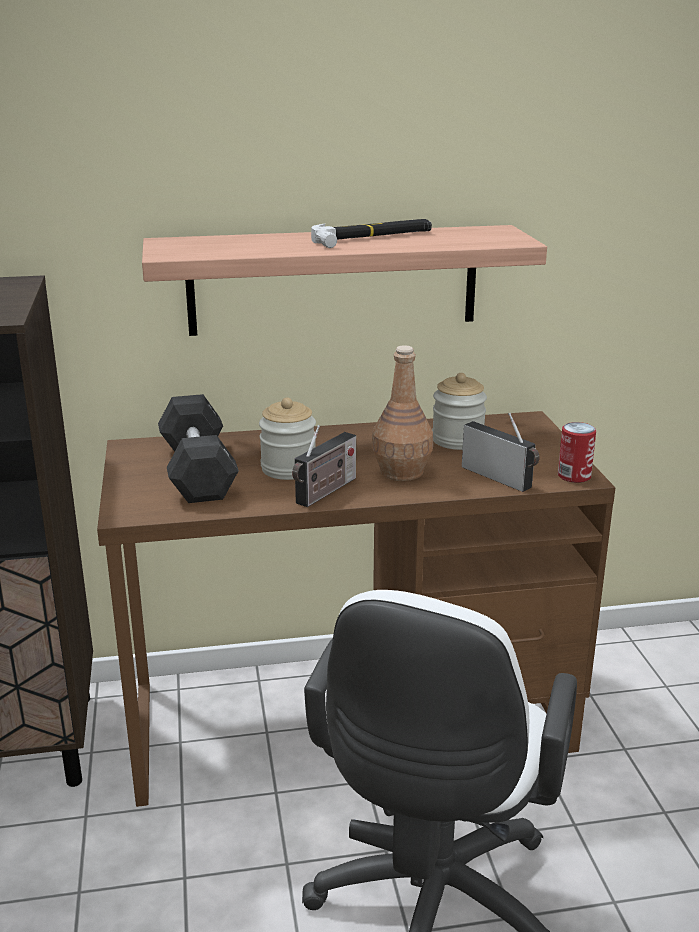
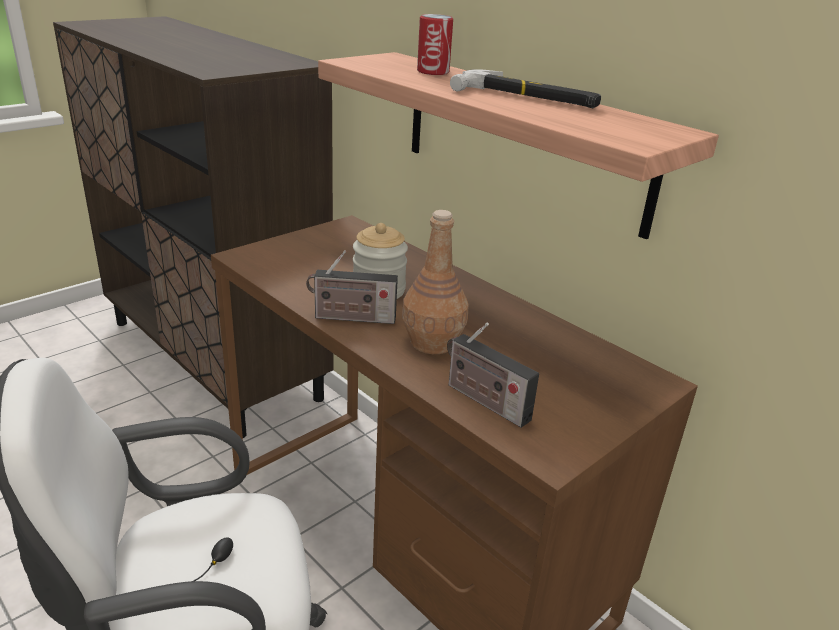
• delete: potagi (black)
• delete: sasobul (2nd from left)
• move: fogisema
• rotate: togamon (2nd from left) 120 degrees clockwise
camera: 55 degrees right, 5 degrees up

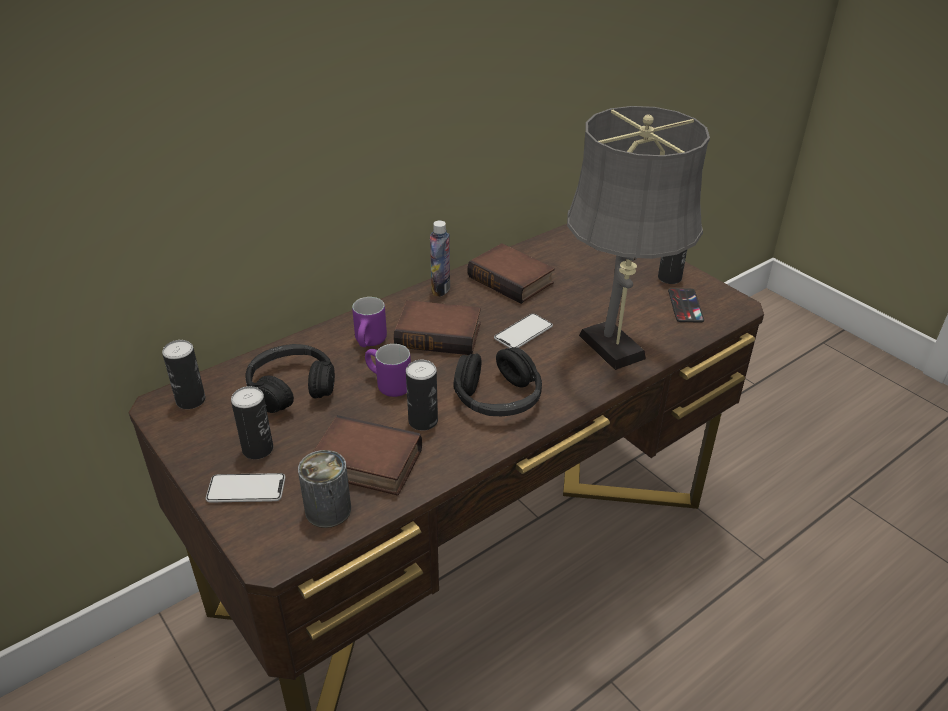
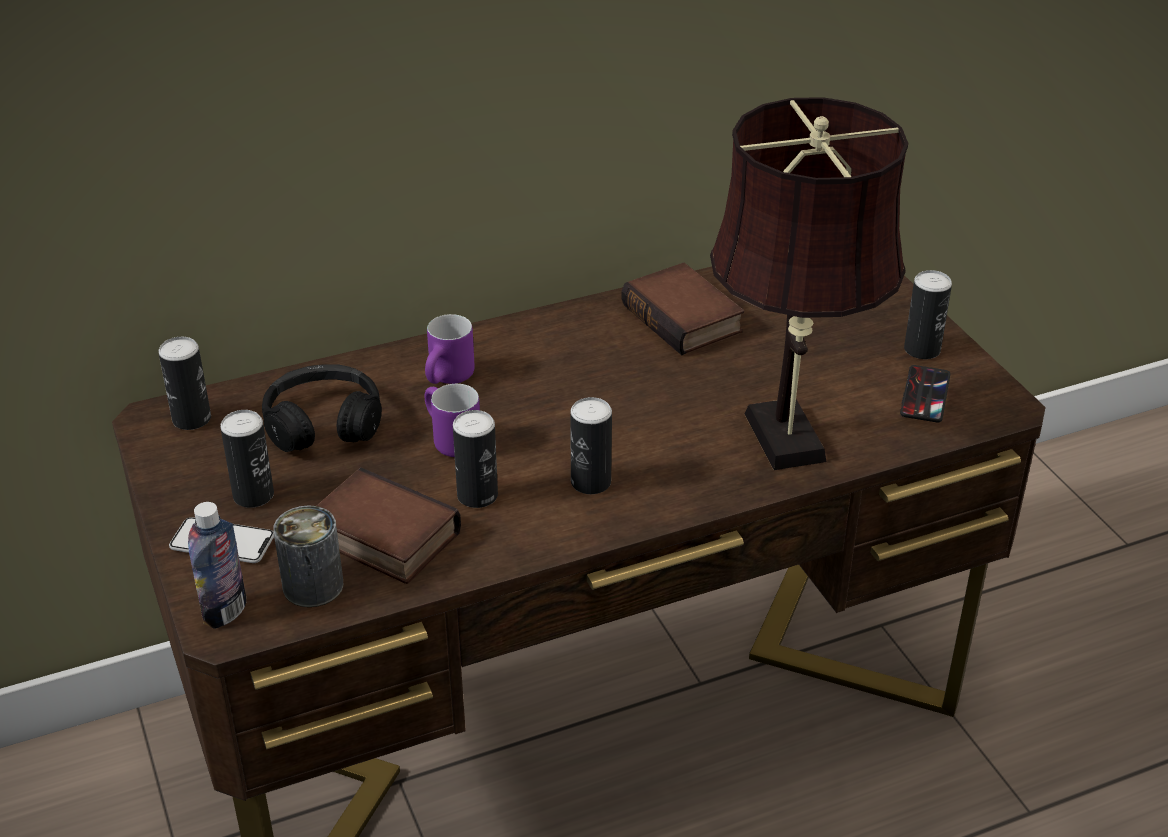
• delete: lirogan (2nd from left)
• delete: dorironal (2nd from left)
• move: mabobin
• replace: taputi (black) (2nd from left) to fogisema (5th from left)
• recolor: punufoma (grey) to punufoma (brown)
camera: 15 degrees right, 0 degrees up

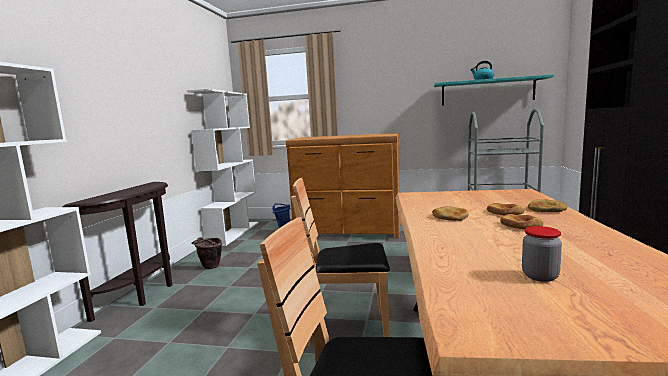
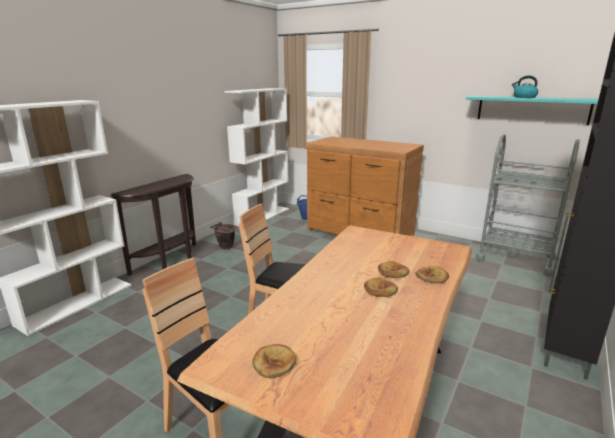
• delete: sasobul
• move: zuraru (1st from left)
camera: 20 degrees right, 10 degrees up

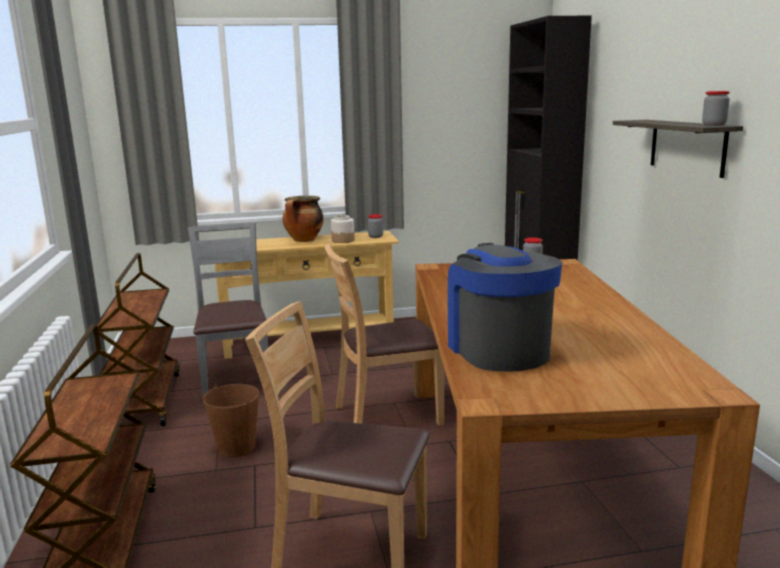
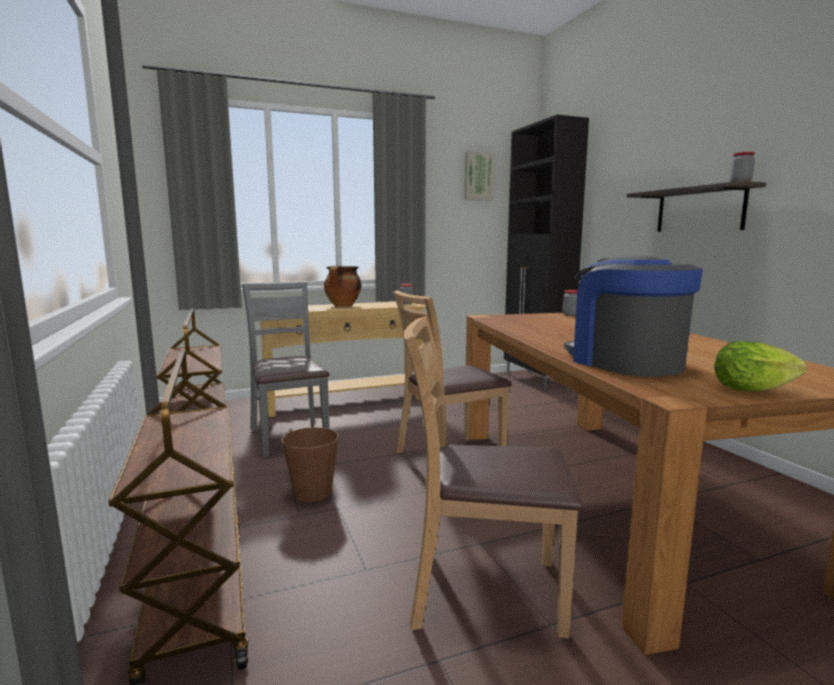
• delete: sasobul (1st from left)
• insert: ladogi
• insert: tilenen
camera: 10 degrees left, 5 degrees down

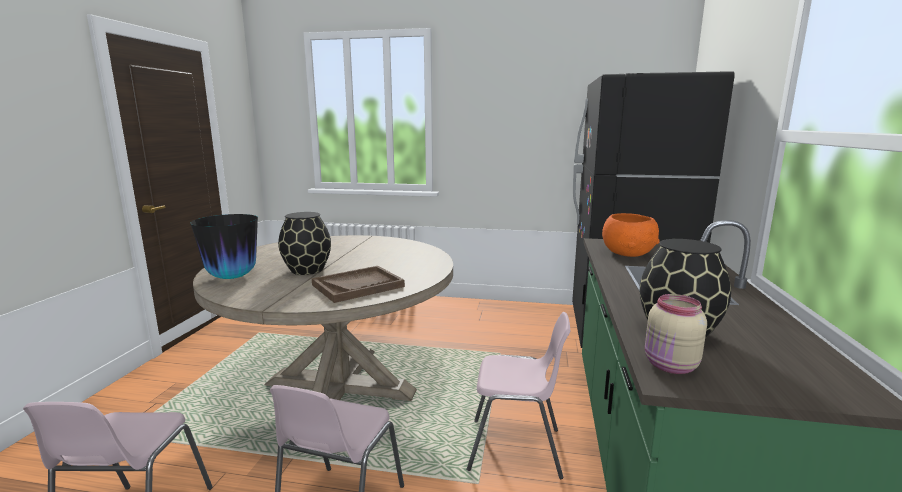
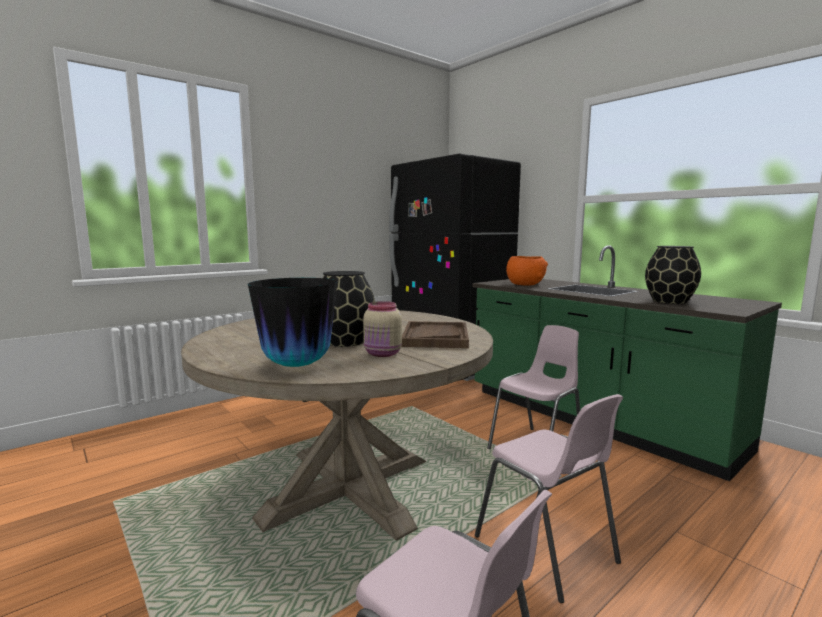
• move: sasobul (beige)
camera: 50 degrees left, 5 degrees down

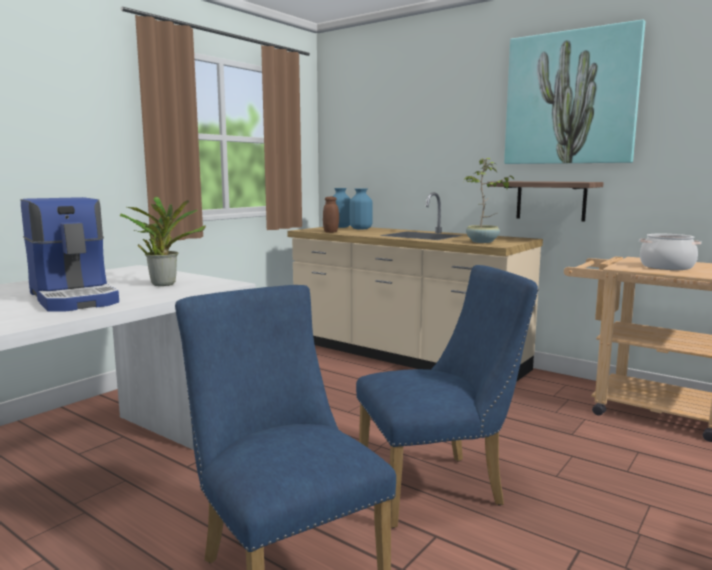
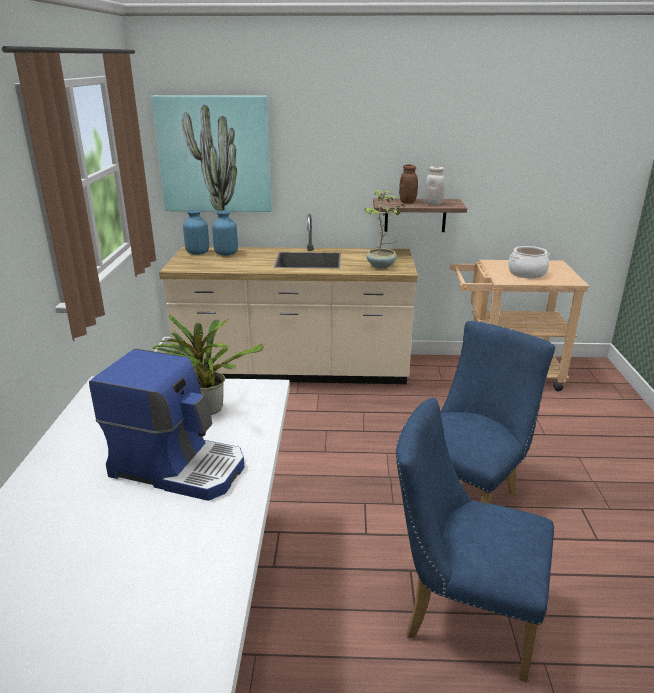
• insert: sasobul (white)
• move: sasobul (brown)
• move: ladogi
camera: 35 degrees left, 15 degrees up

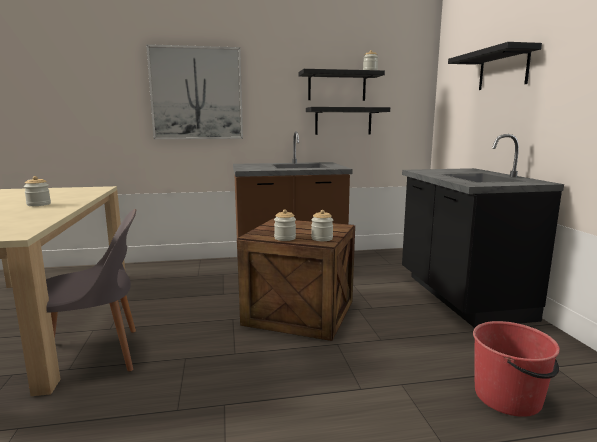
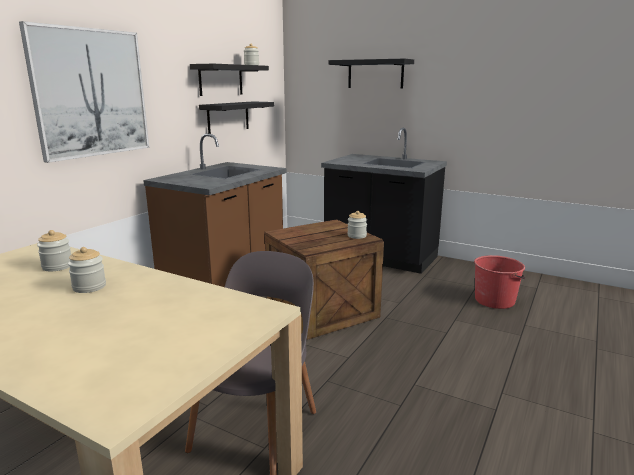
• move: sasobul (2nd from left in the first image) to sasobul (1st from left)
camera: 50 degrees left, 5 degrees up

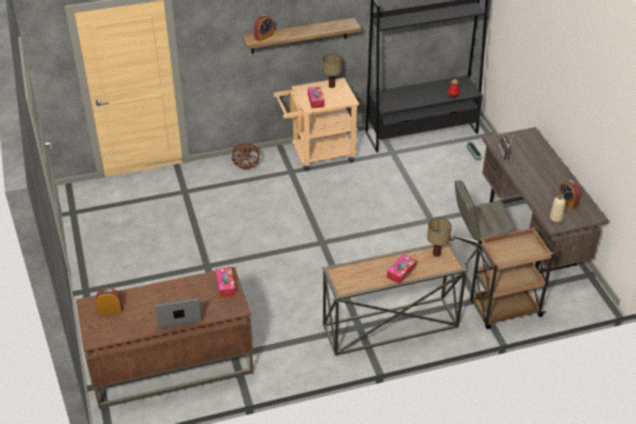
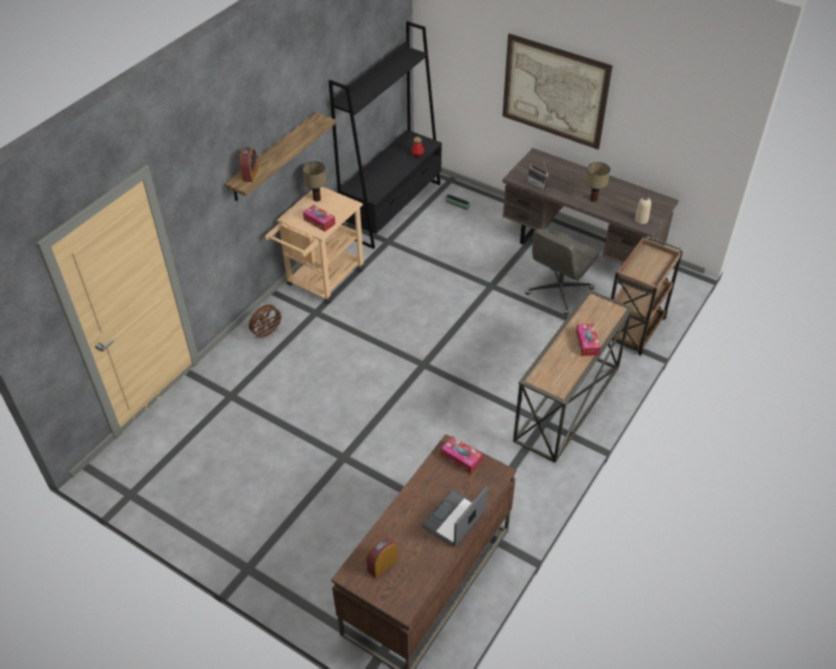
• delete: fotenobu (3rd from left)
• insert: ladogi
• move: punufoma (2nd from left)
camera: 40 degrees left, 5 degrees up

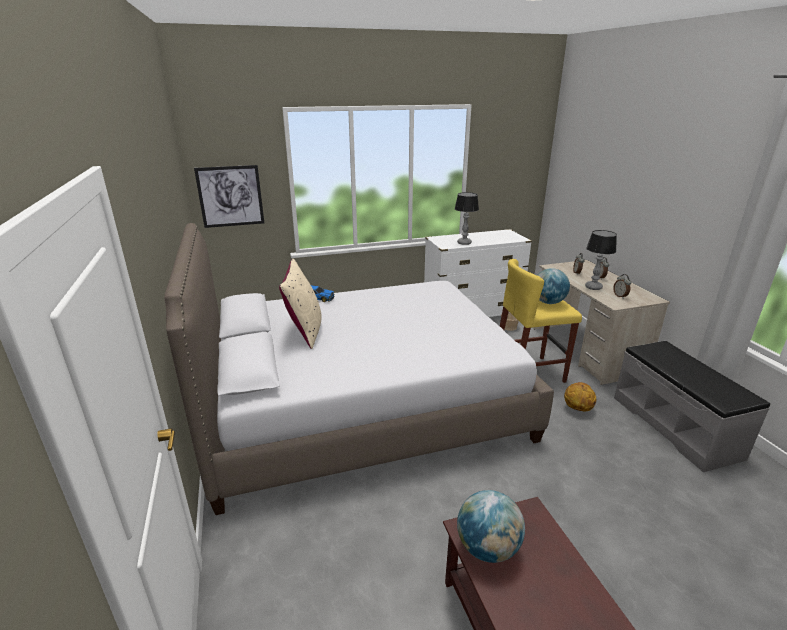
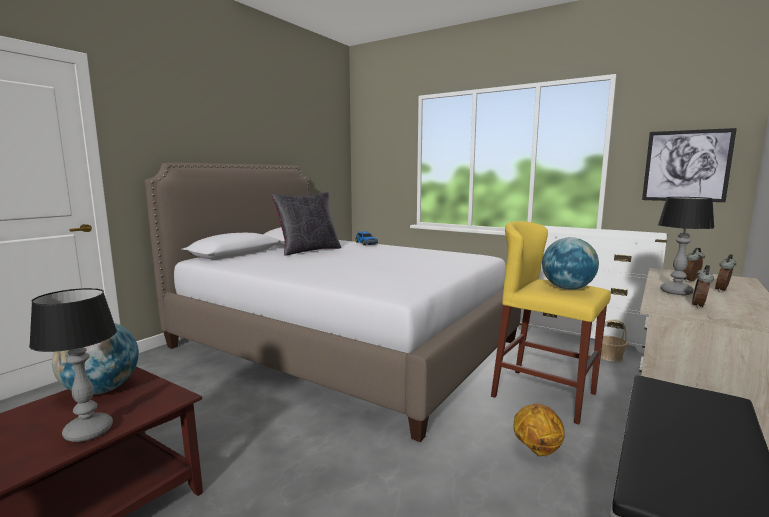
• move: ladogi
• move: punufoma (1st from left)
• recolor: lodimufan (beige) to lodimufan (black)
camera: 50 degrees right, 15 degrees down

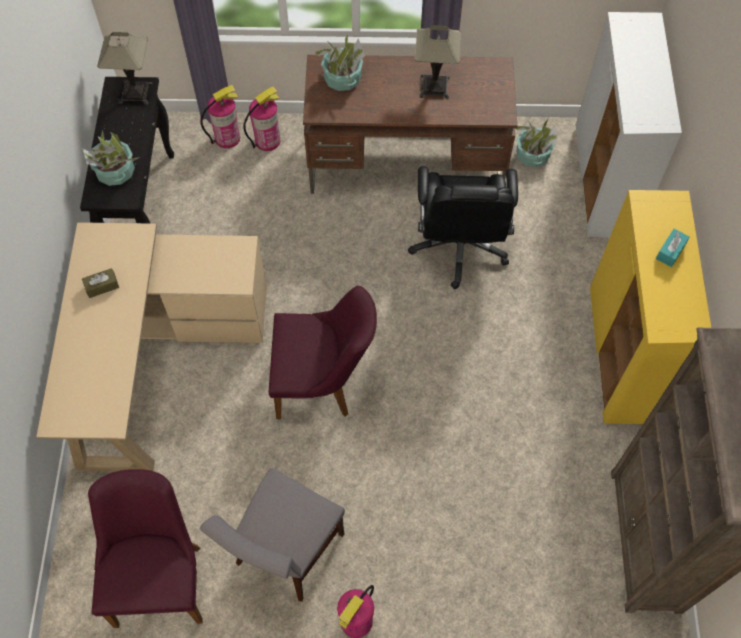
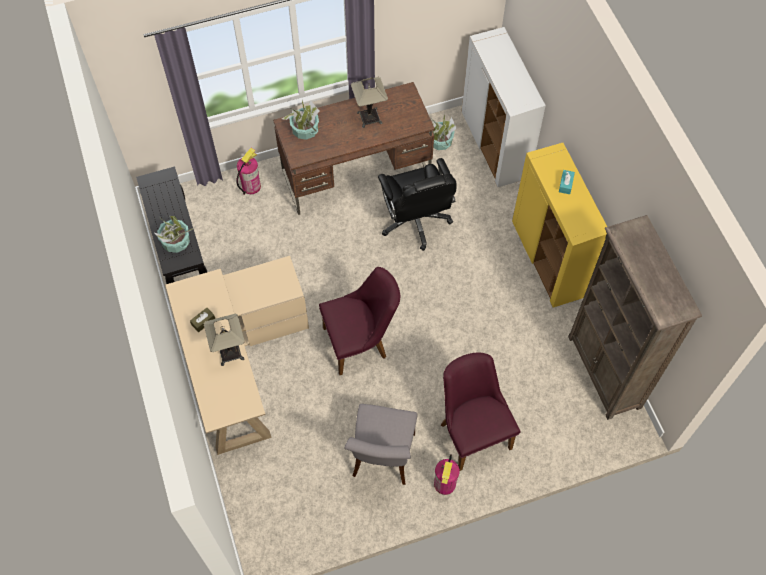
• delete: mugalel (1st from left)
• move: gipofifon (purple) (1st from left in the first image) to gipofifon (purple) (2nd from left)
• move: punufoma (1st from left)
camera: 20 degrees left, 0 degrees up

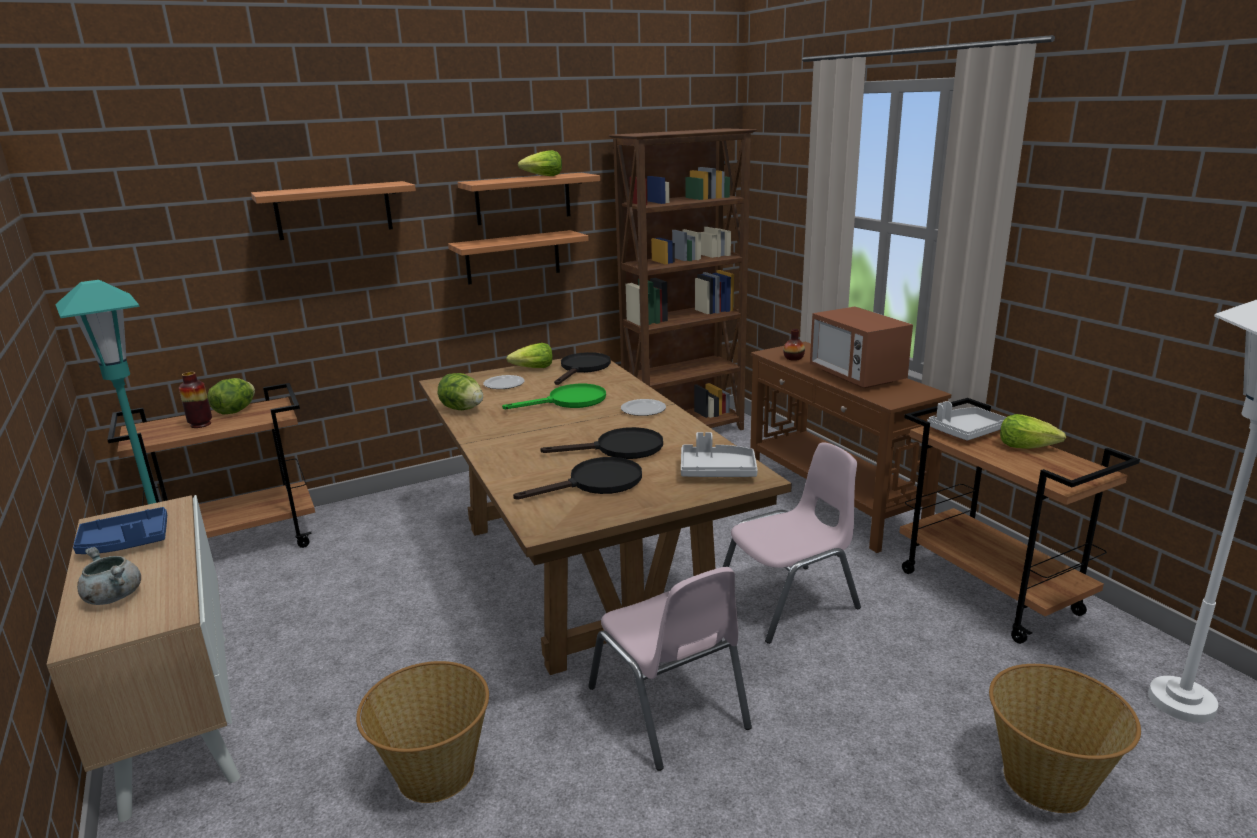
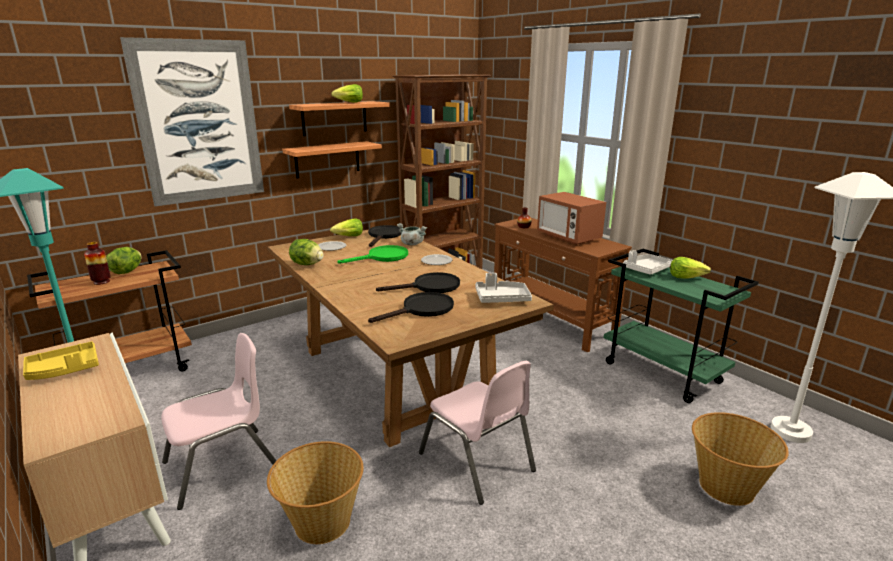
• move: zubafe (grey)
• move: gipofifon (pink) (2nd from left in the first image) to gipofifon (pink) (1st from left)
• replace: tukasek (1st from left) to ladogi
• recolor: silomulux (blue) to silomulux (yellow)
• recolor: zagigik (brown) (2nd from left) to zagigik (green)
camera: 10 degrees left, 0 degrees up

